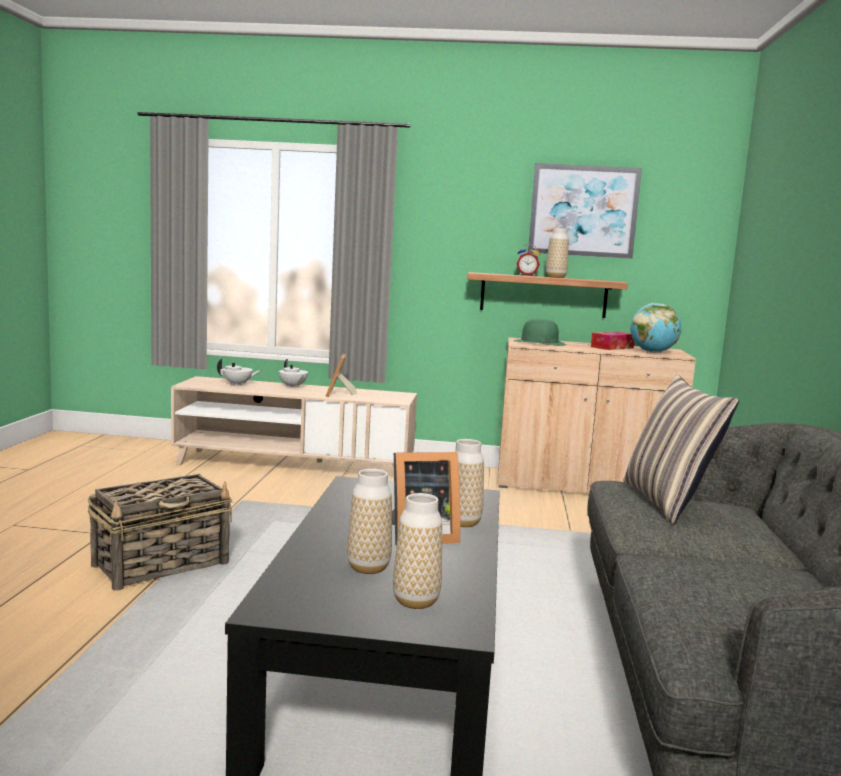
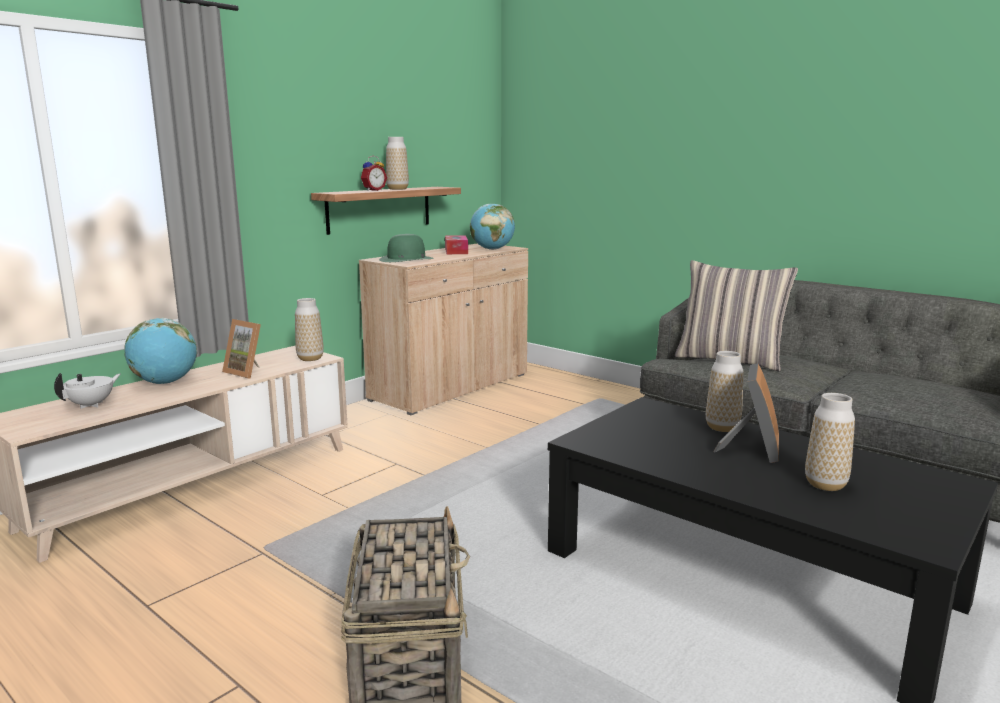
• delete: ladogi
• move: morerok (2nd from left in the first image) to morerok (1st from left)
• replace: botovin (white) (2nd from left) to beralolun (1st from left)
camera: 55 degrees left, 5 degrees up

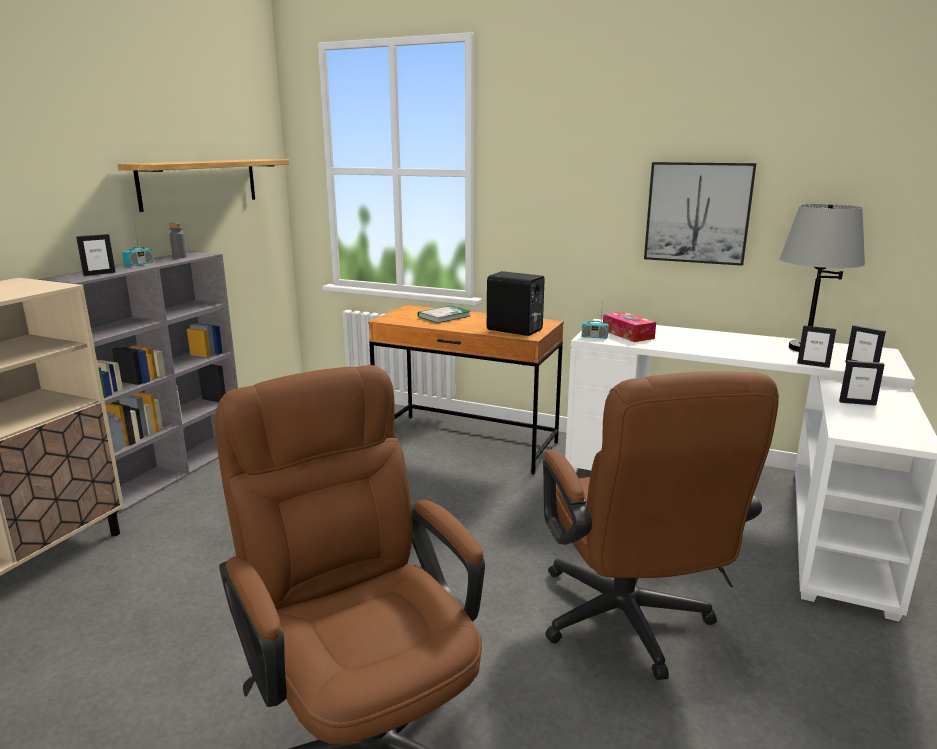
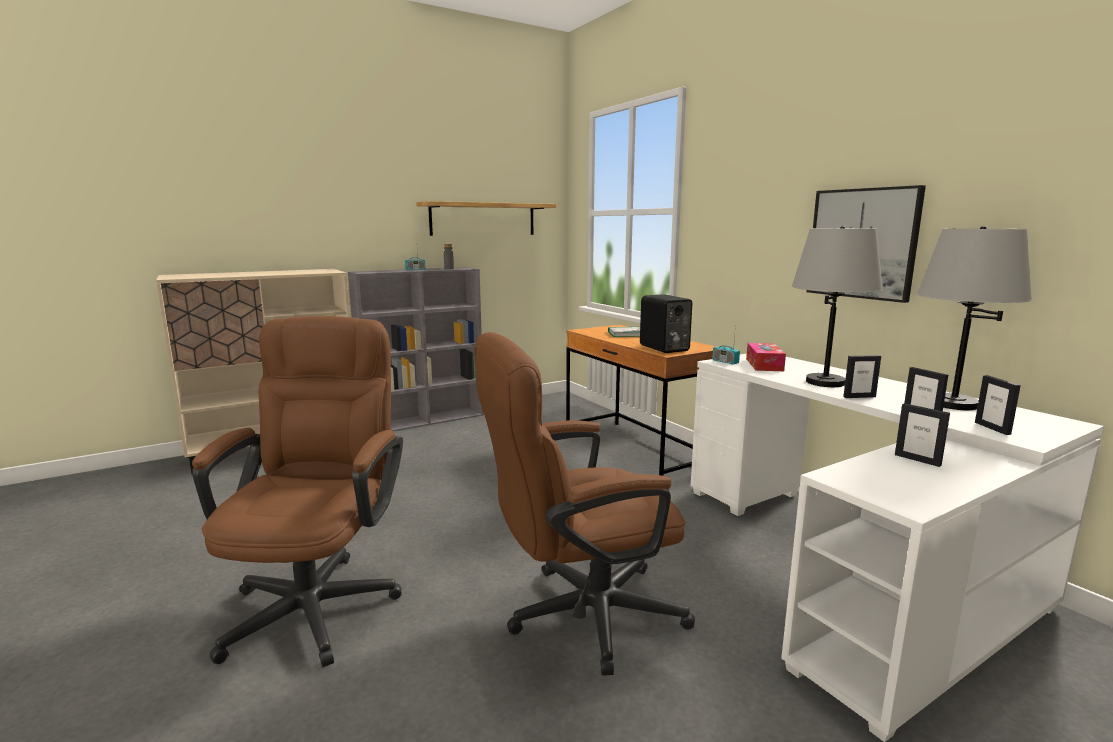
• insert: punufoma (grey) (1st from left)
• move: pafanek (1st from left)
• rotate: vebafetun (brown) (2nd from left) 45 degrees clockwise
camera: 35 degrees right, 5 degrees down

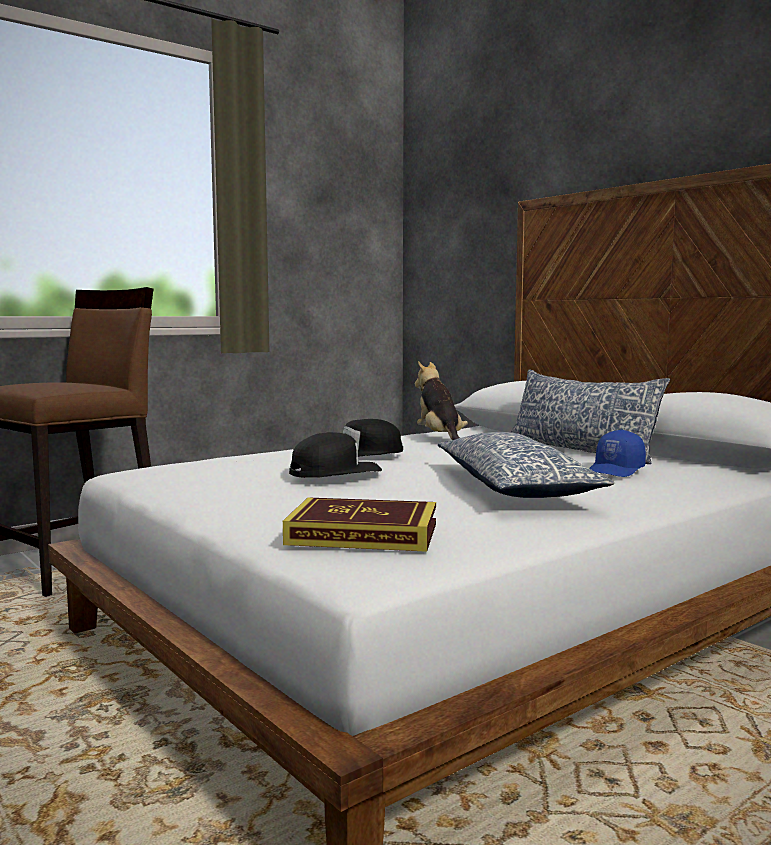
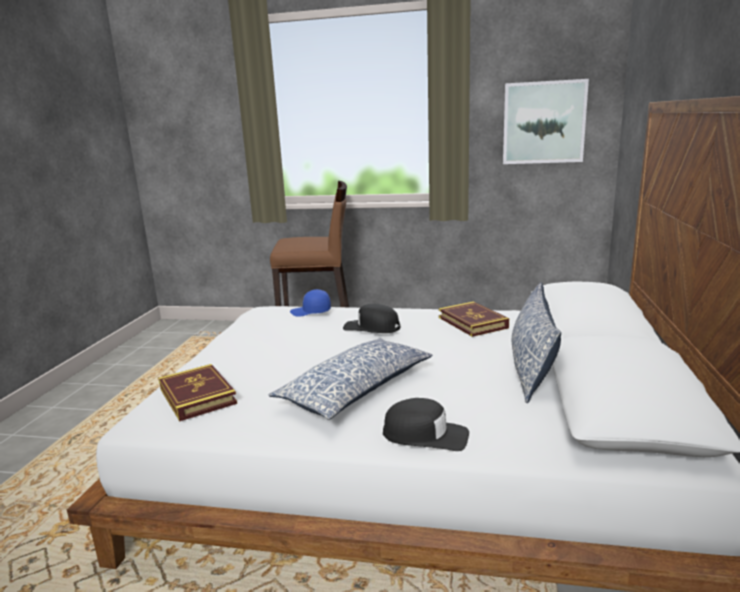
• insert: ladogi
• move: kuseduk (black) (1st from left in the first image) to kuseduk (black) (2nd from left)
• move: kuseduk (blue)
• replace: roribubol to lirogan (2nd from left)
camera: 50 degrees right, 10 degrees up

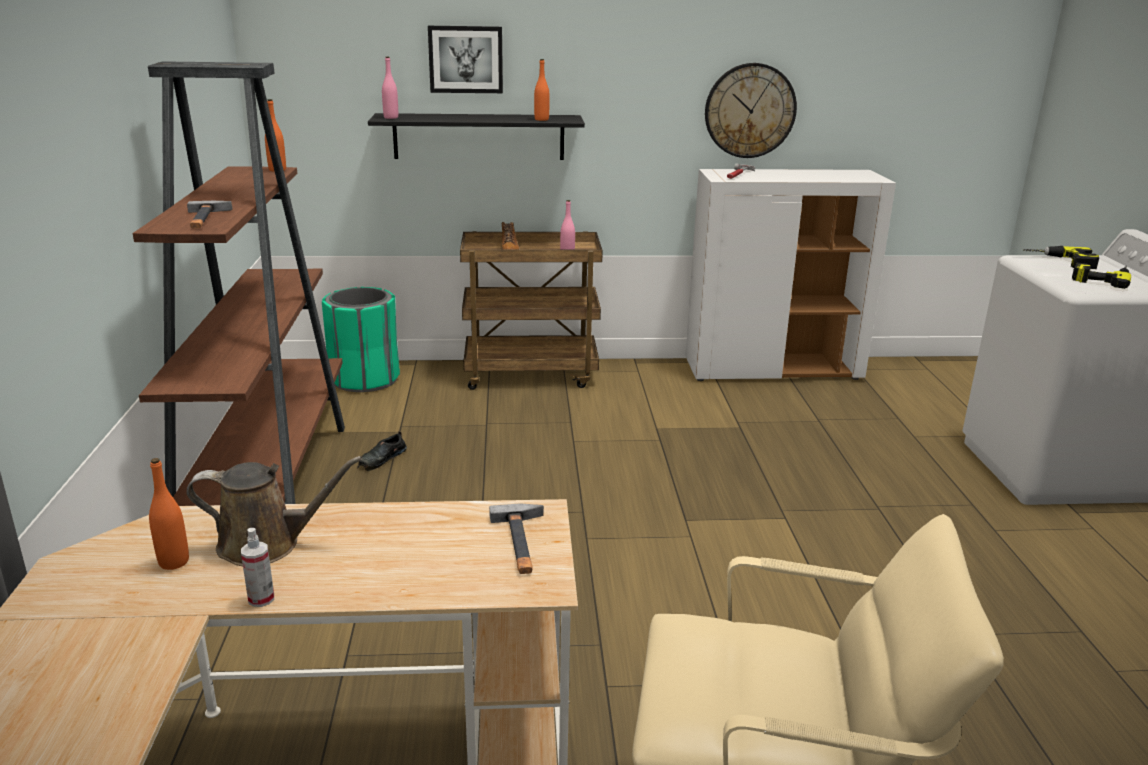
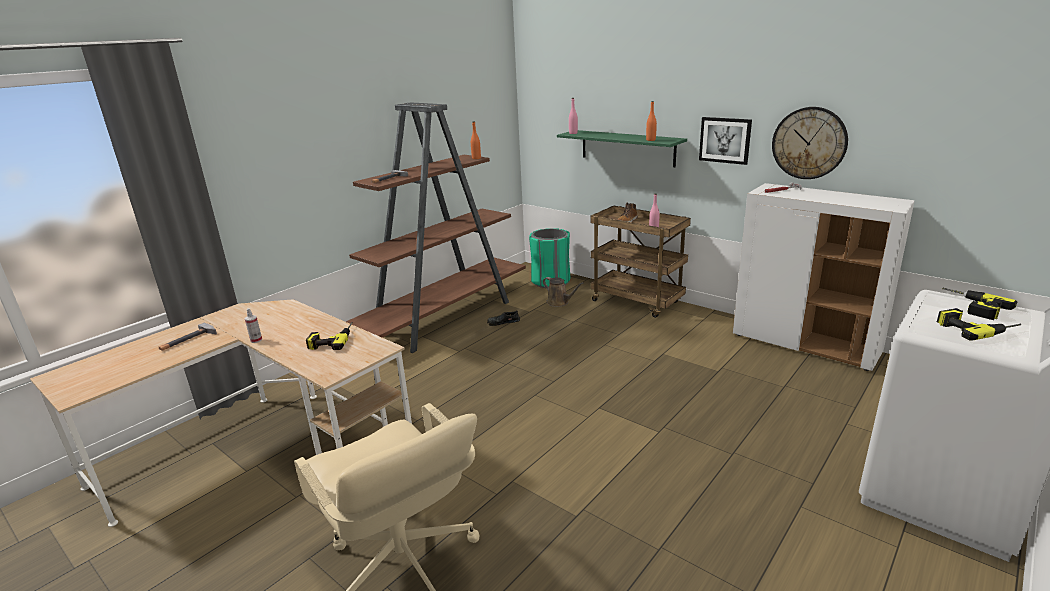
• delete: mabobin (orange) (1st from left)
• insert: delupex (1st from left)
• move: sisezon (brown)
• move: ladogi
• move: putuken (2nd from left in the first image) to putuken (1st from left)
• recolor: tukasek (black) to tukasek (green)
camera: 45 degrees right, 0 degrees up

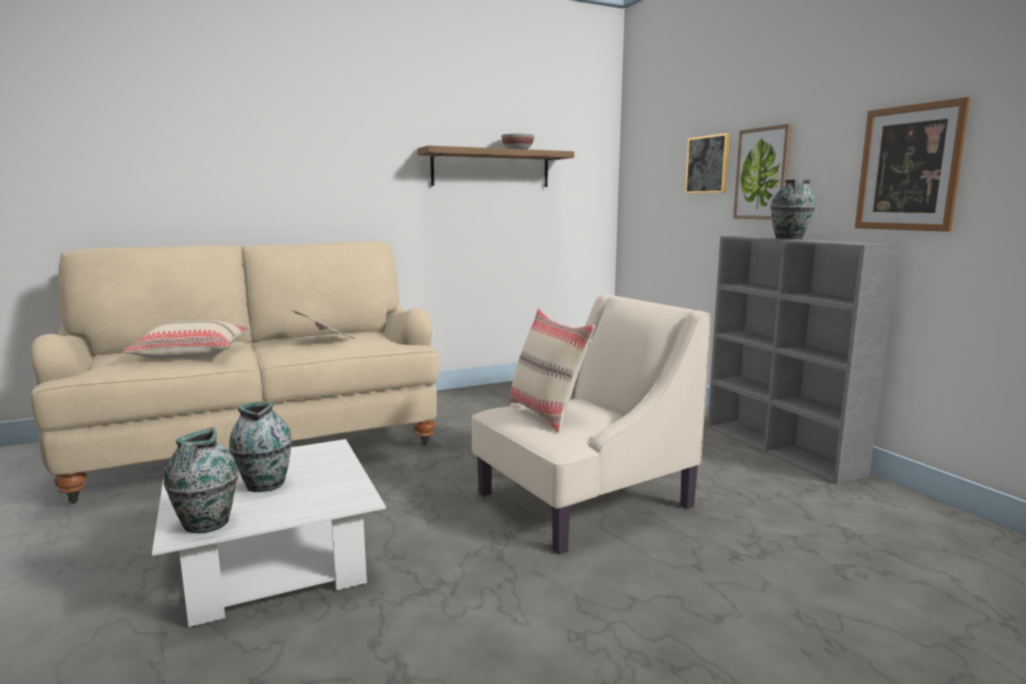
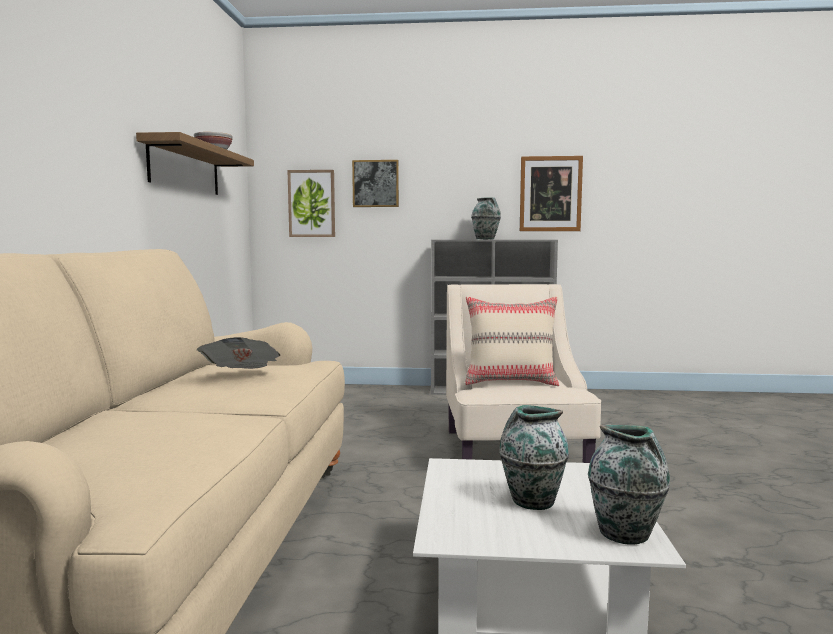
• delete: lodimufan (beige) (1st from left)
• move: ladogi (2nd from left in the first image) to ladogi (1st from left)
camera: 60 degrees left, 5 degrees down

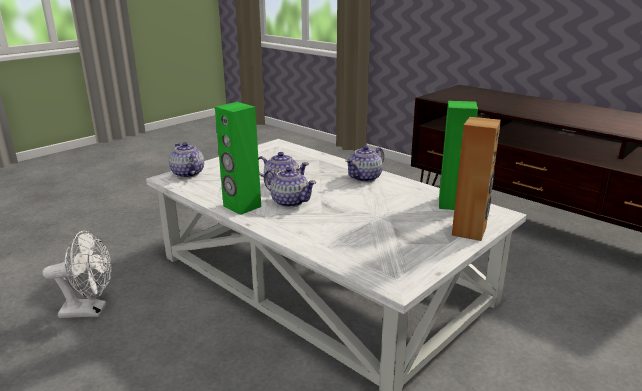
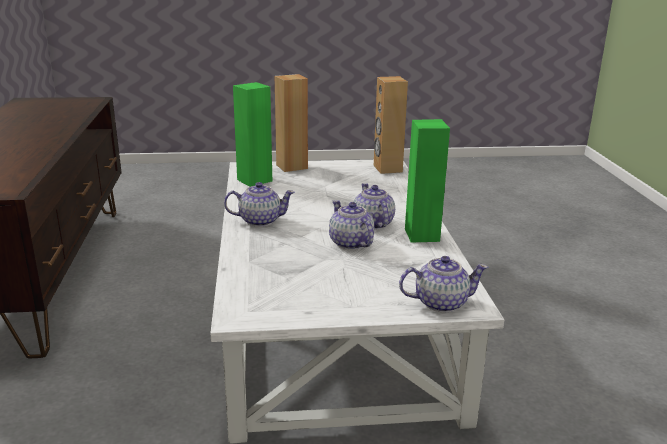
• delete: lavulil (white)
• insert: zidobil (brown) (2nd from left)
• rotate: botovin (1st from left in the first image) 105 degrees counterclockwise
camera: 140 degrees left, 0 degrees up

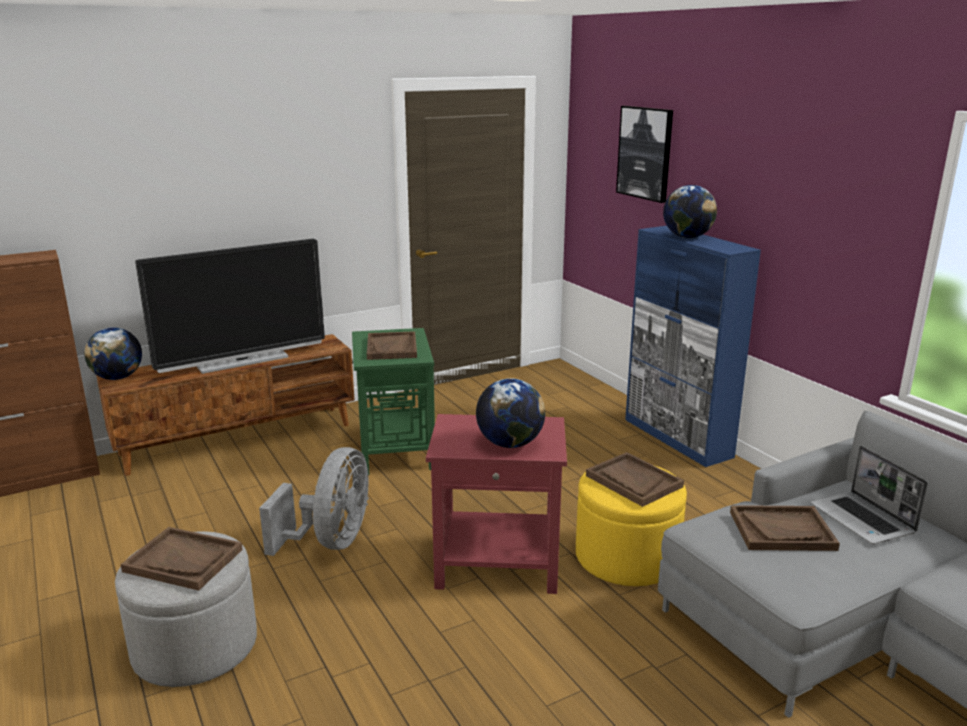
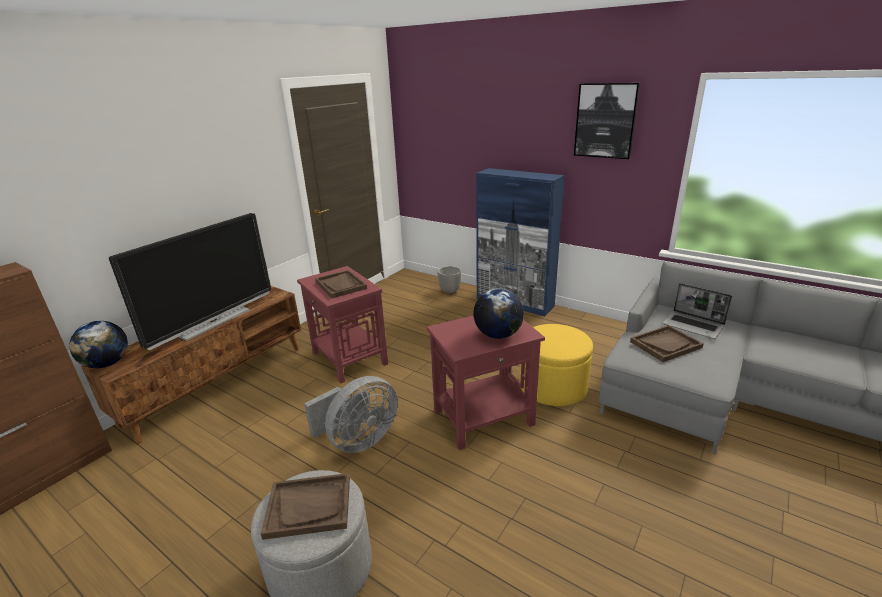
• delete: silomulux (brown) (3rd from left)
• delete: beralolun (3rd from left)
• insert: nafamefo
• move: ladogi
• recolor: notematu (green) to notematu (red) (1st from left)
• rotate: lavulil (grey) 60 degrees clockwise
camera: 25 degrees left, 5 degrees up

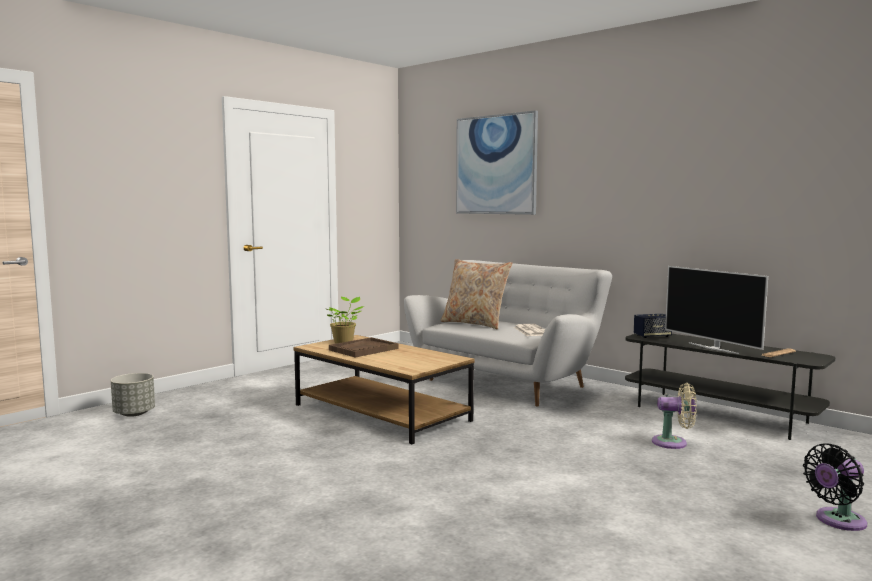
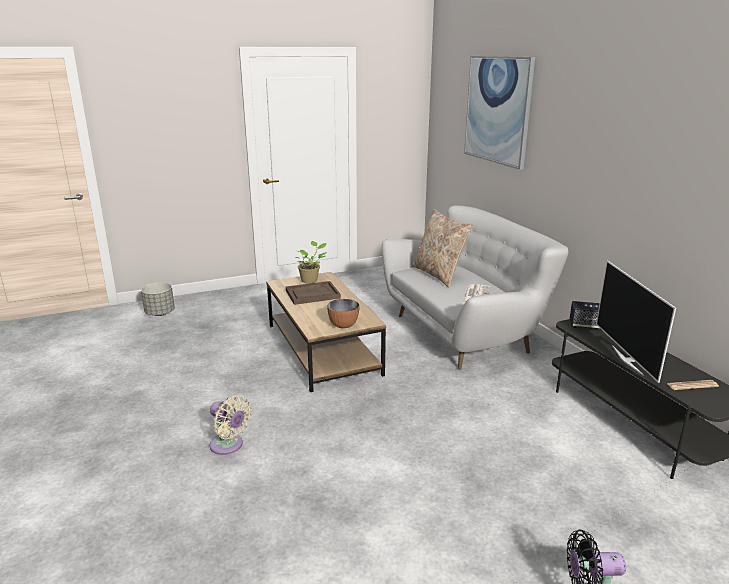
• insert: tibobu
• move: lavulil (beige)
camera: 25 degrees right, 15 degrees up

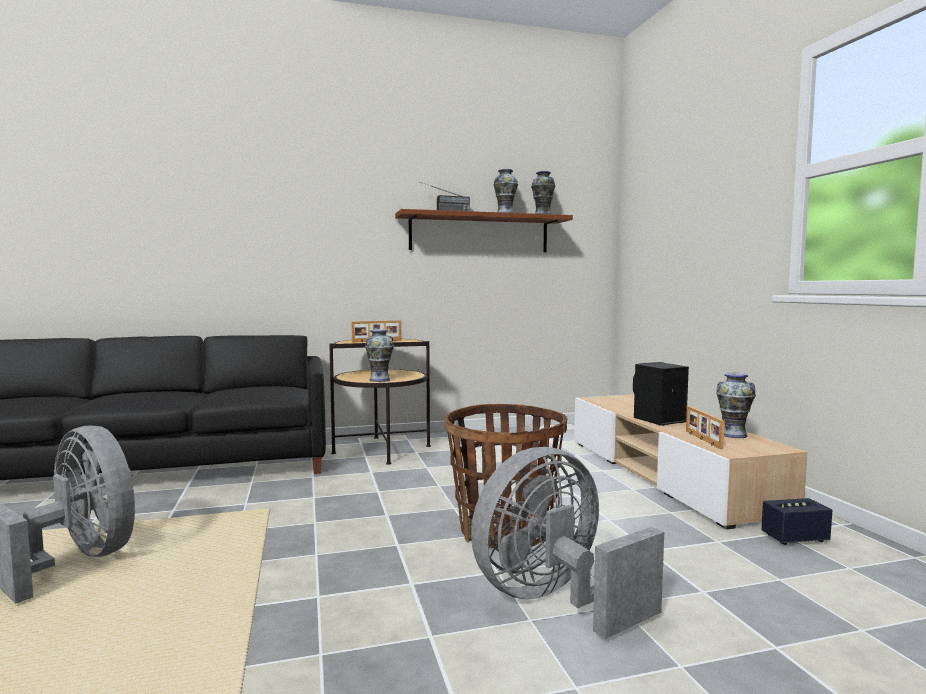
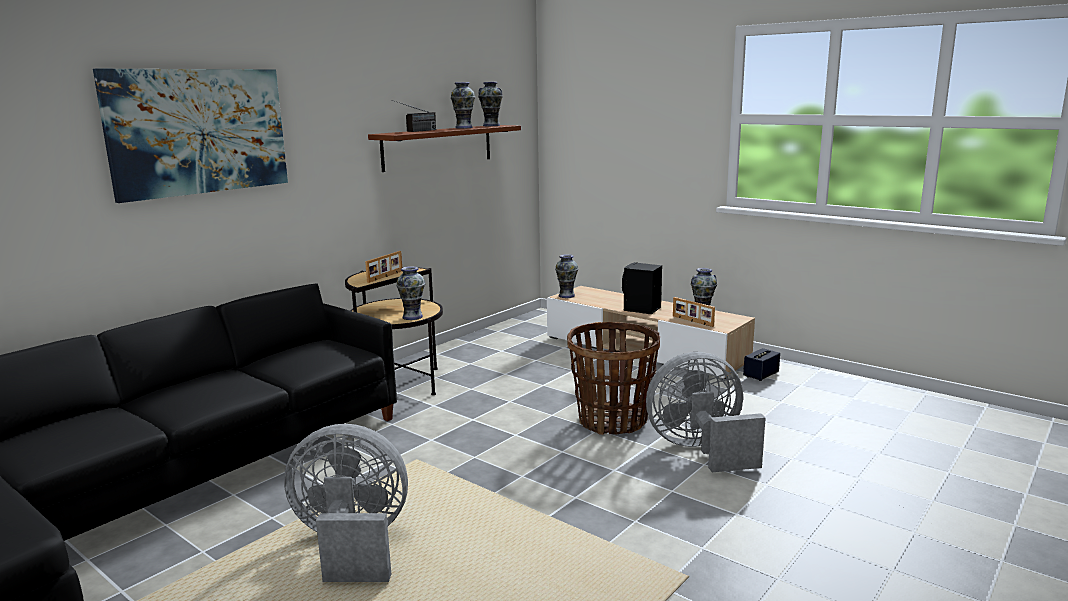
• insert: ladogi
• insert: morerok (4th from left)
• rotate: lavulil (grey) (2nd from left) 60 degrees clockwise
camera: 35 degrees left, 10 degrees up

